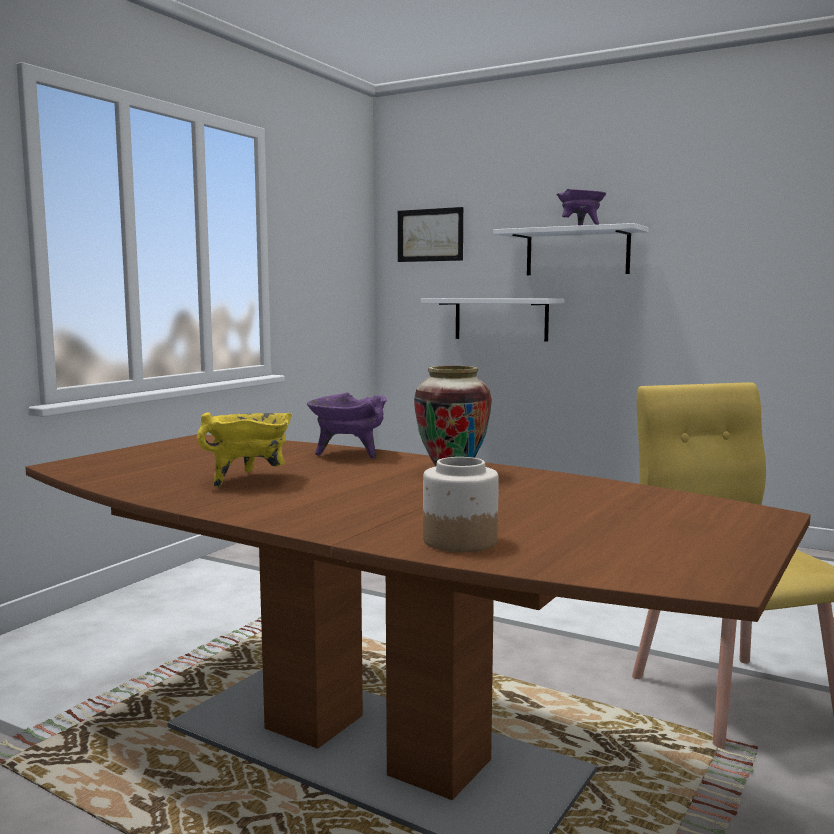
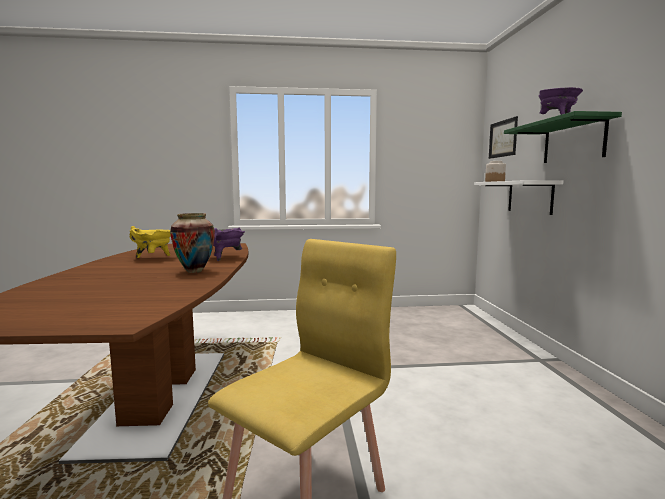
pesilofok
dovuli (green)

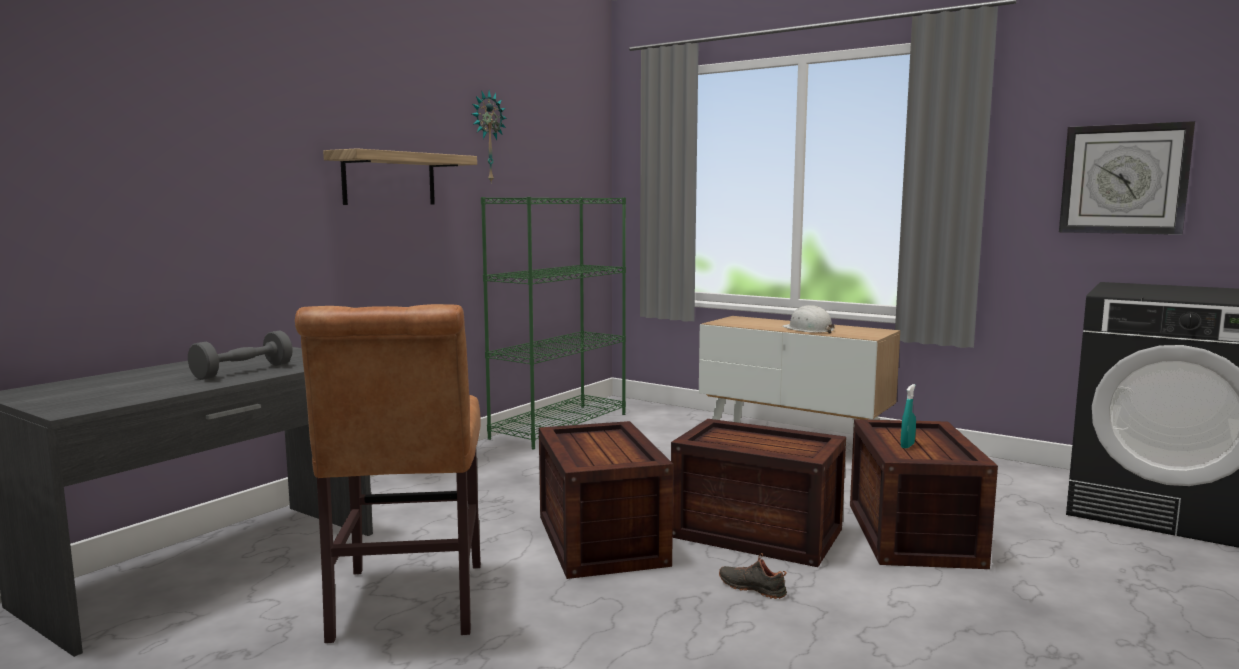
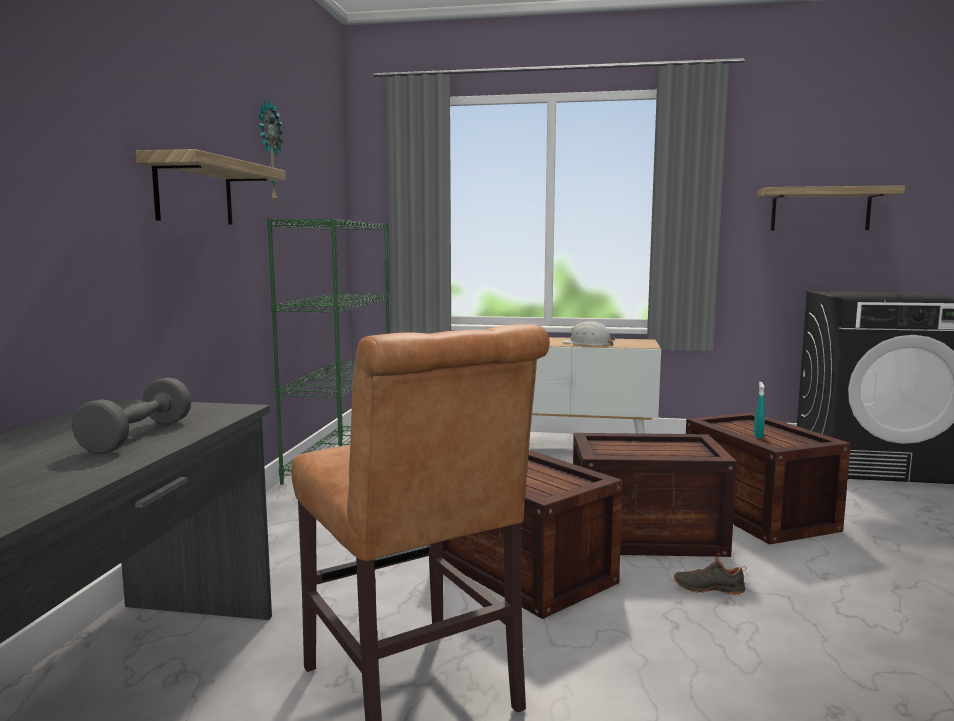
dovuli (2nd from left)

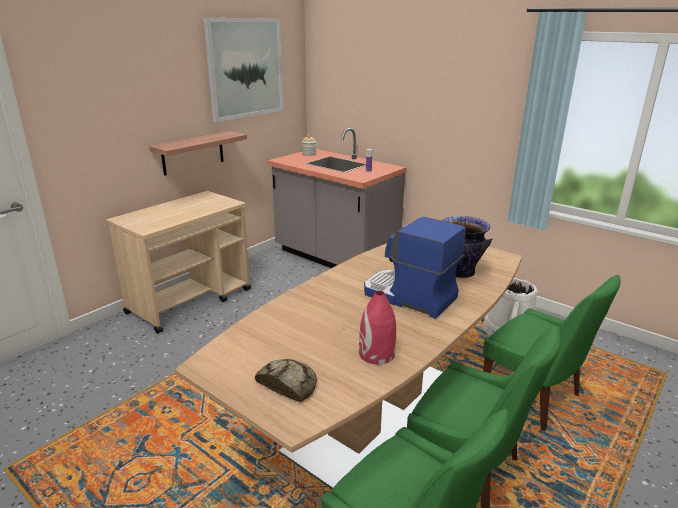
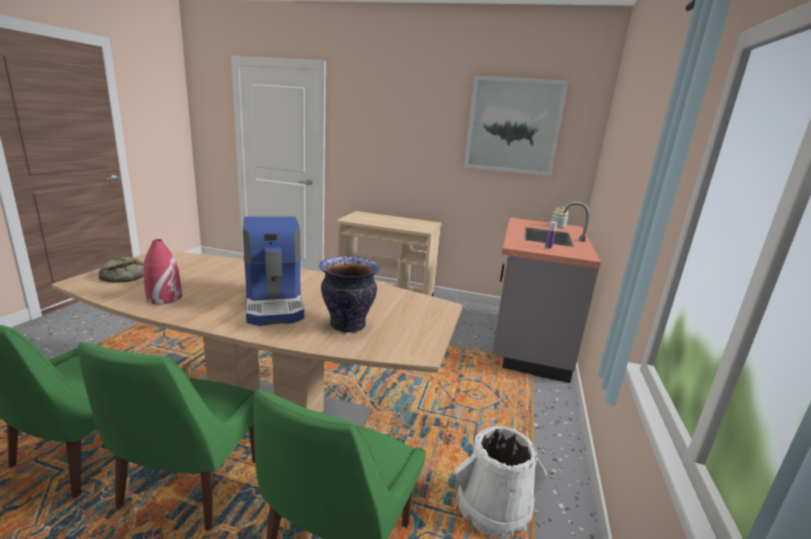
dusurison
dovuli

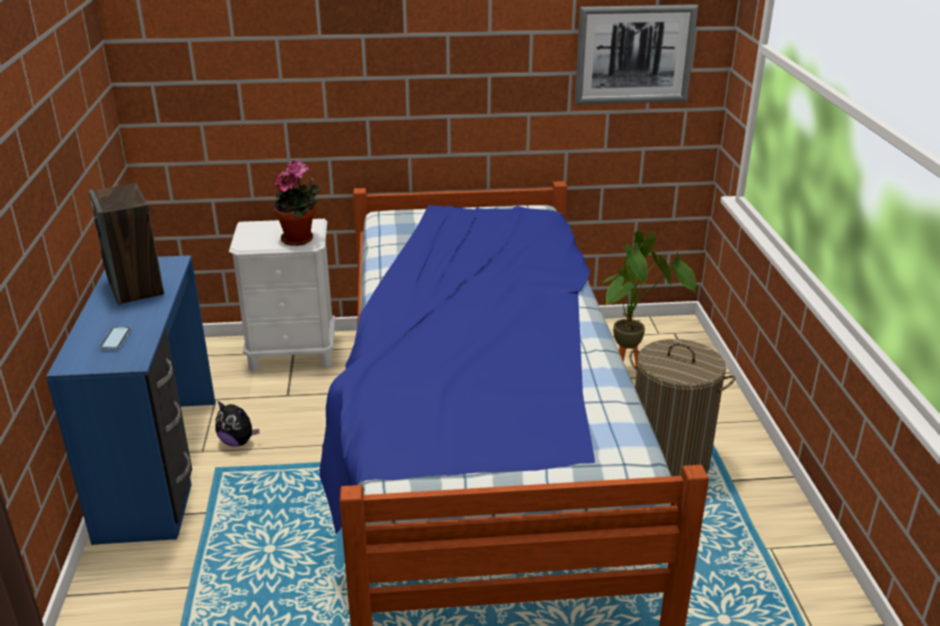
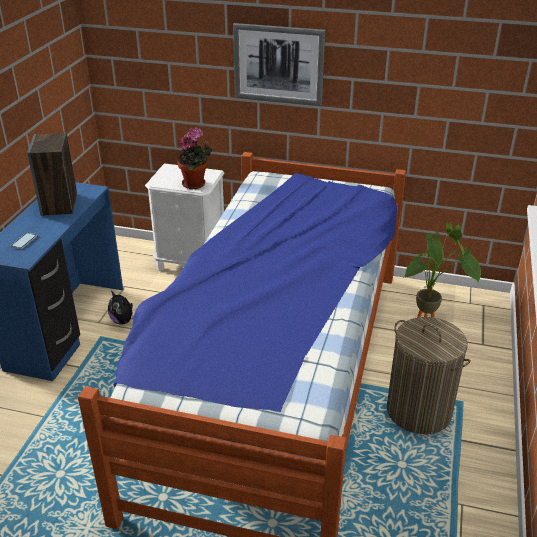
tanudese

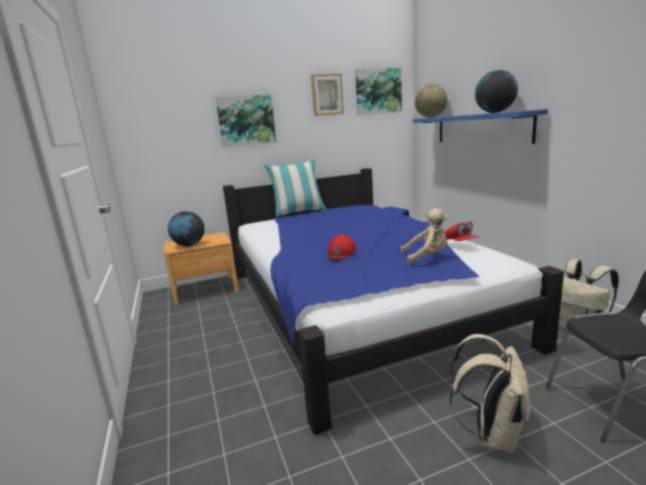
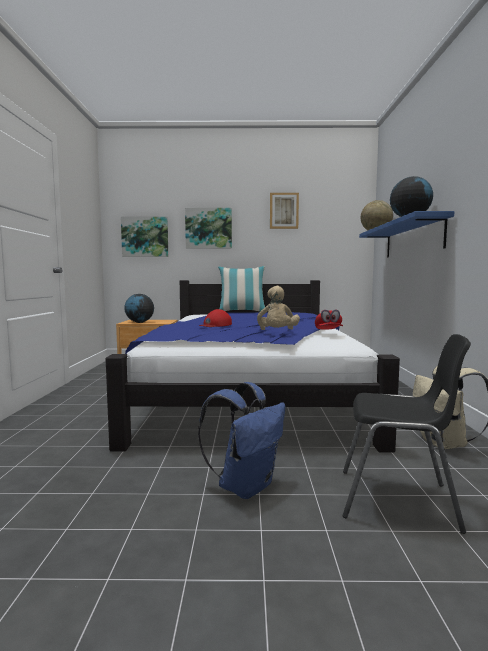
tanudese (1st from left)
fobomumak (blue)
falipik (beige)

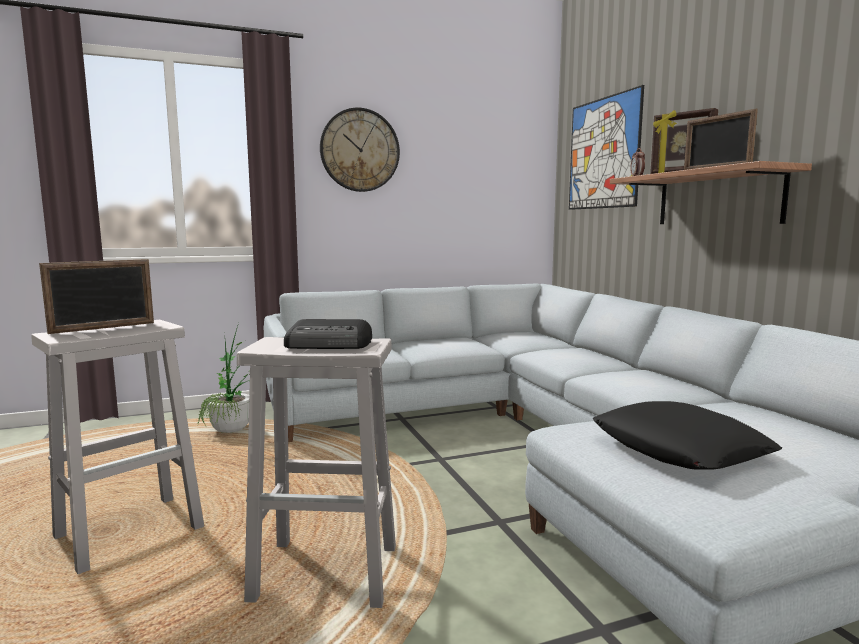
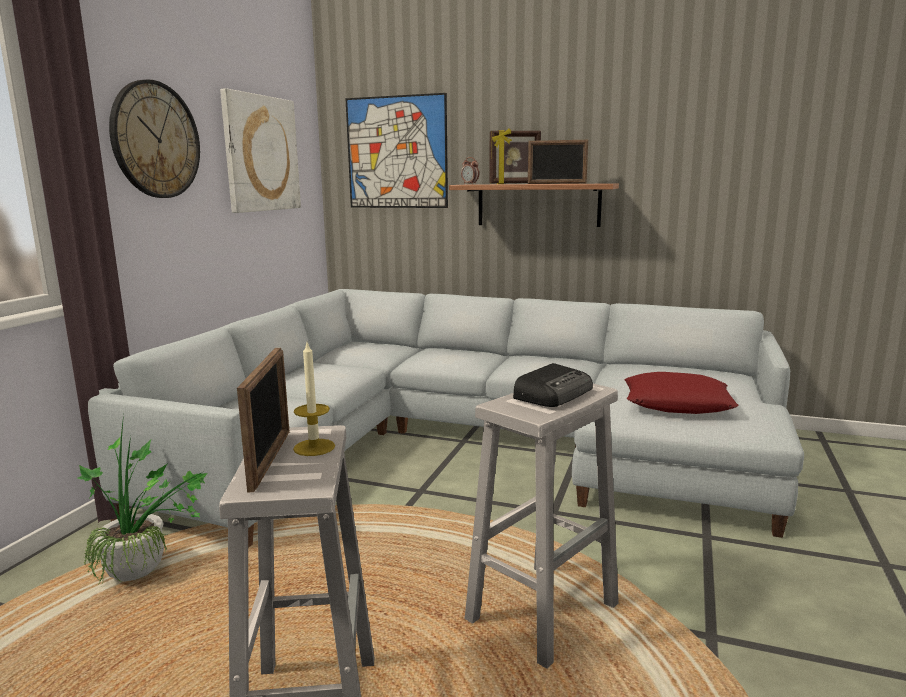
tanudese (1st from left)
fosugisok
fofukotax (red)

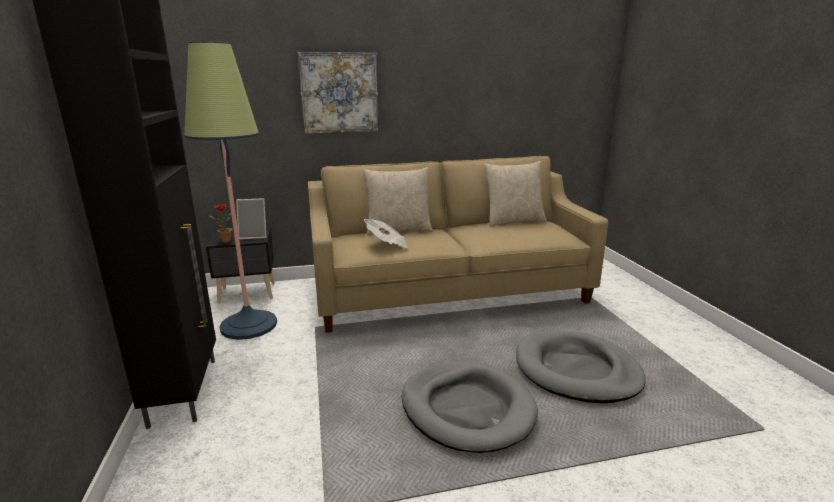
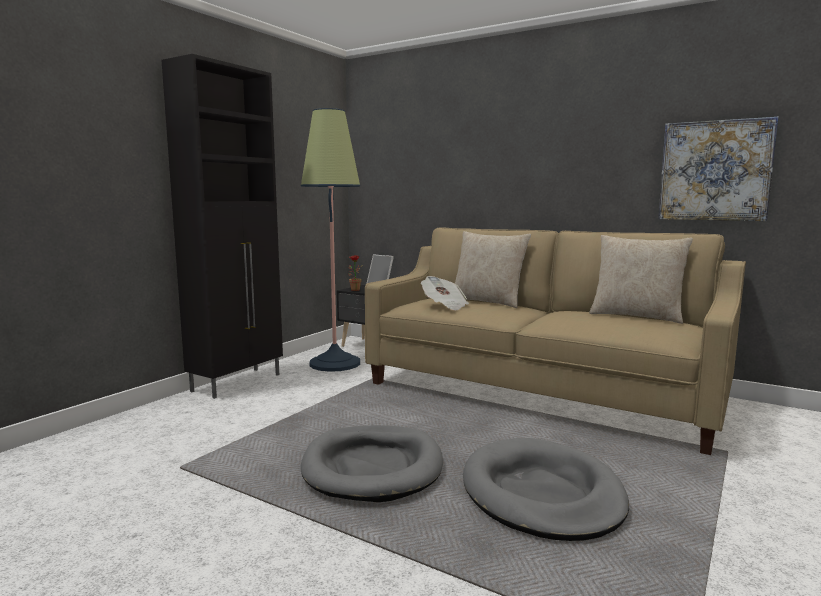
tanudese

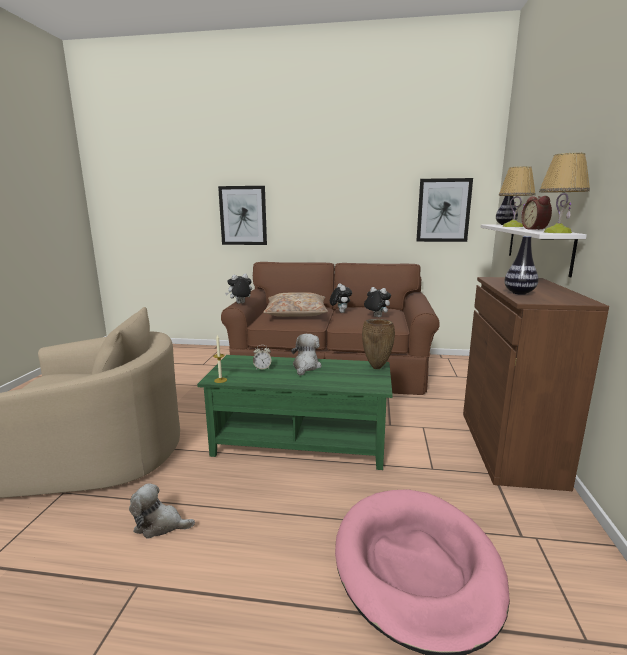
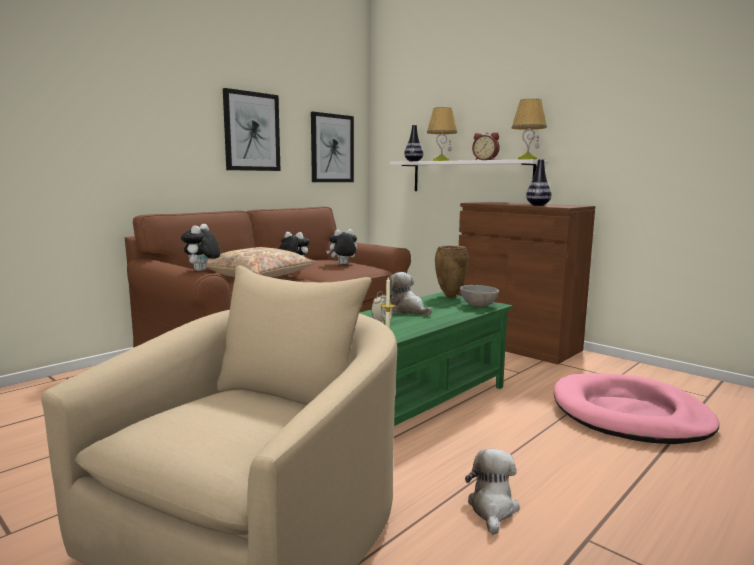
tanudese (1st from left)
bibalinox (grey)
falipik (5th from left)

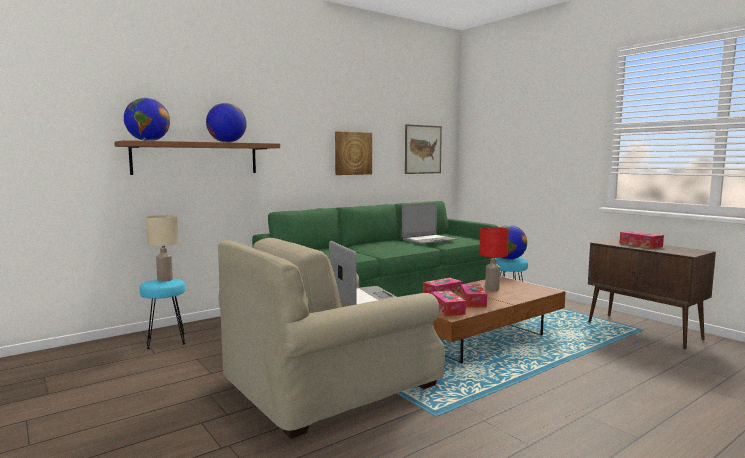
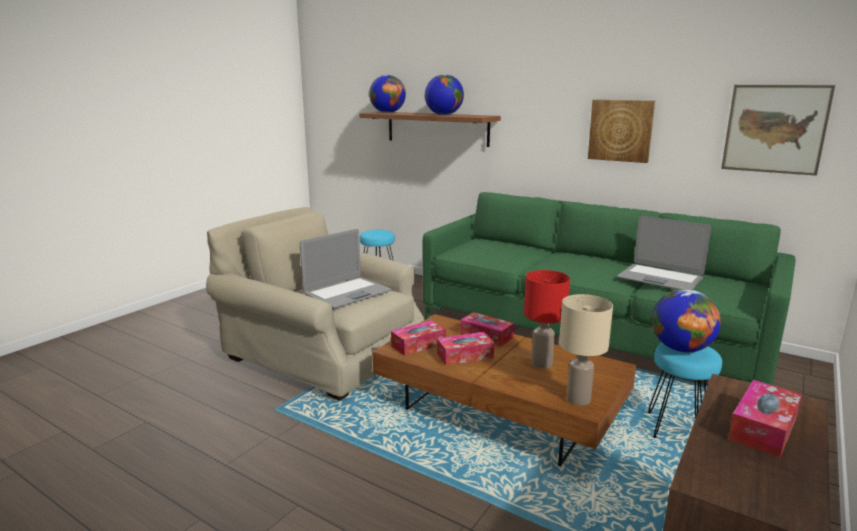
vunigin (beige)

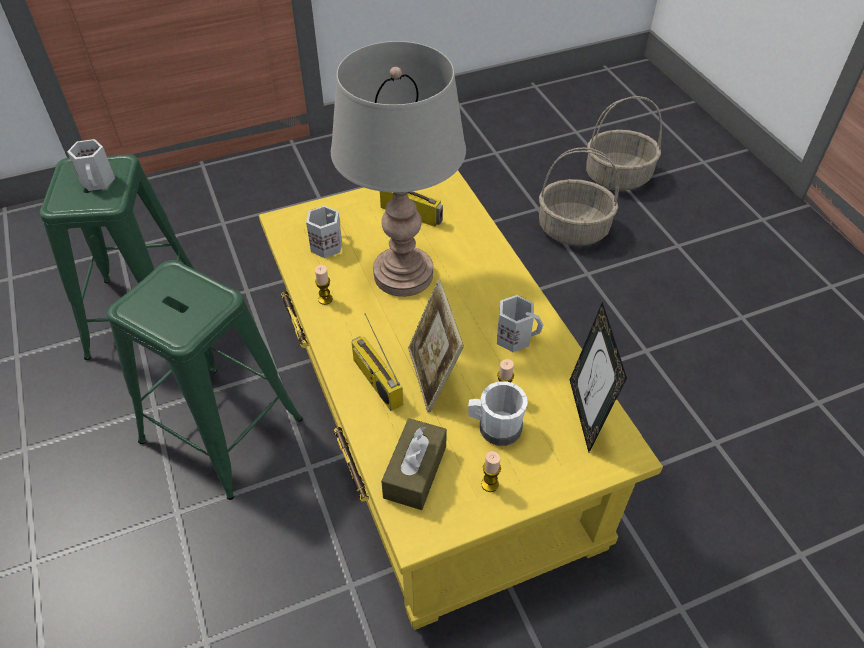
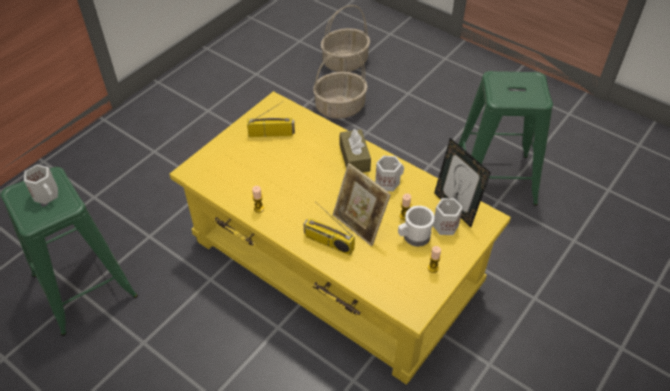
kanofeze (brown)
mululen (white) (4th from left)
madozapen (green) (2nd from left)
vunigin (grey)

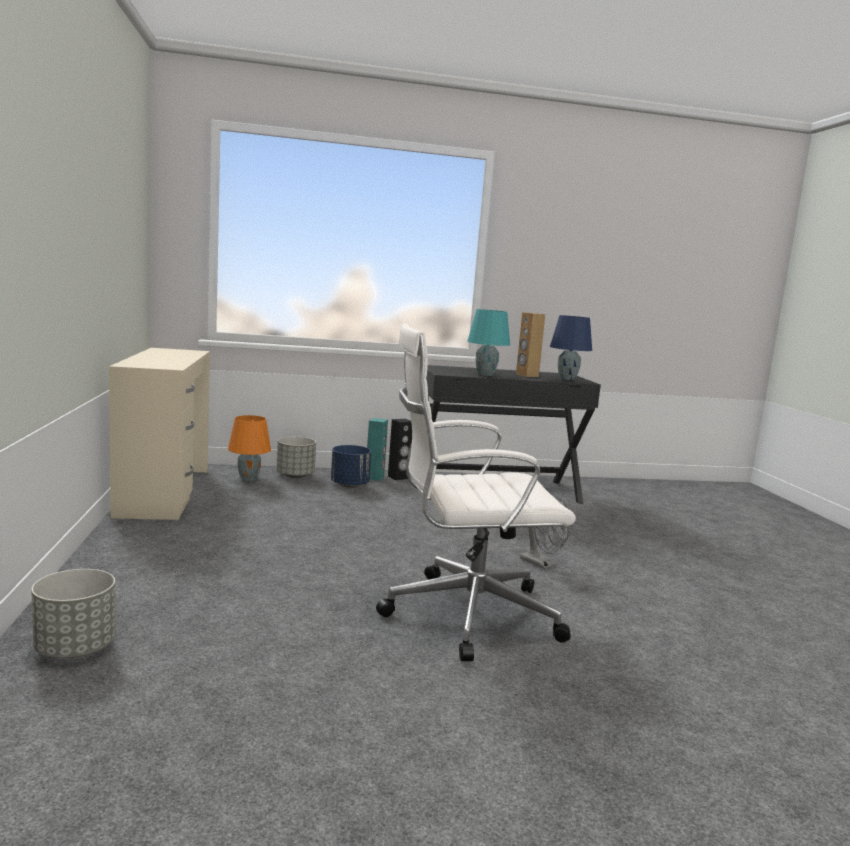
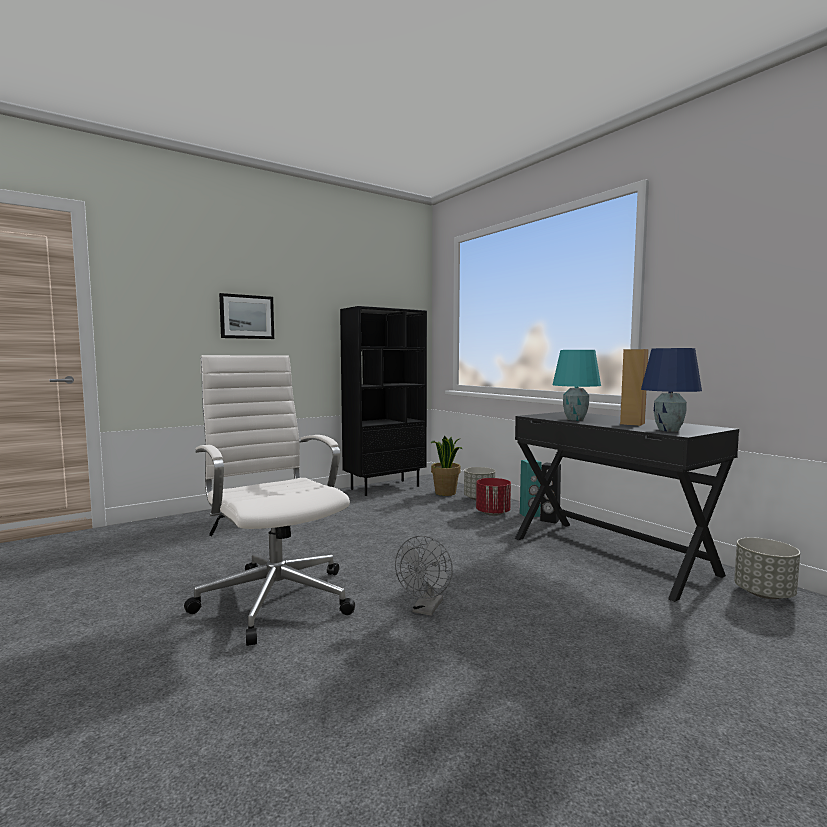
tanudese
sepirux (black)
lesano
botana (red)
botana (grey) (2nd from left)

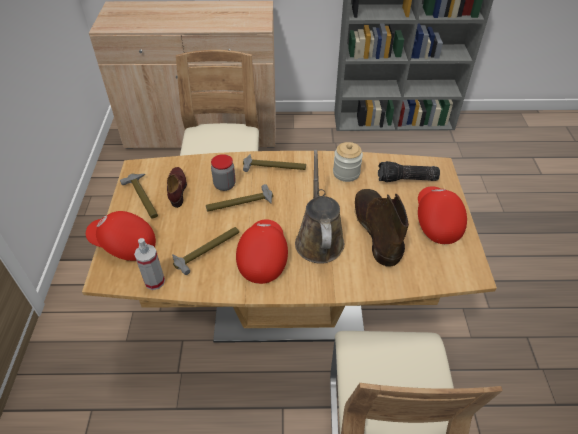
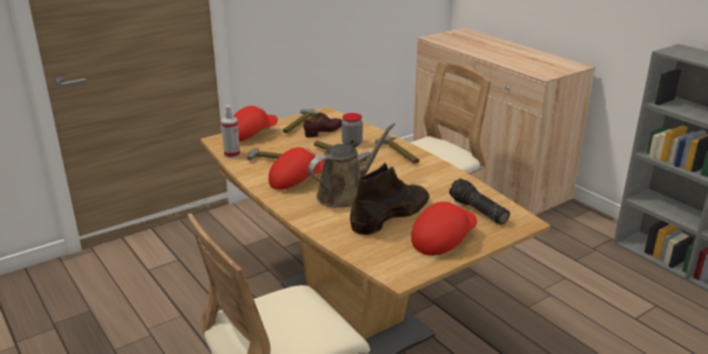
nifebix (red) (1st from left)
pesilofok (2nd from left in the first image)

